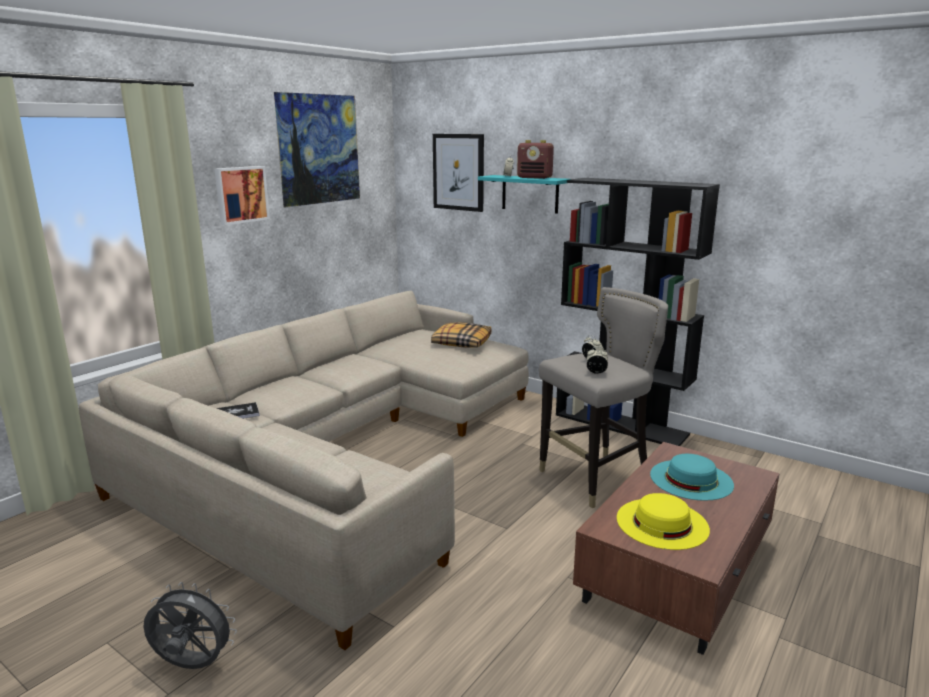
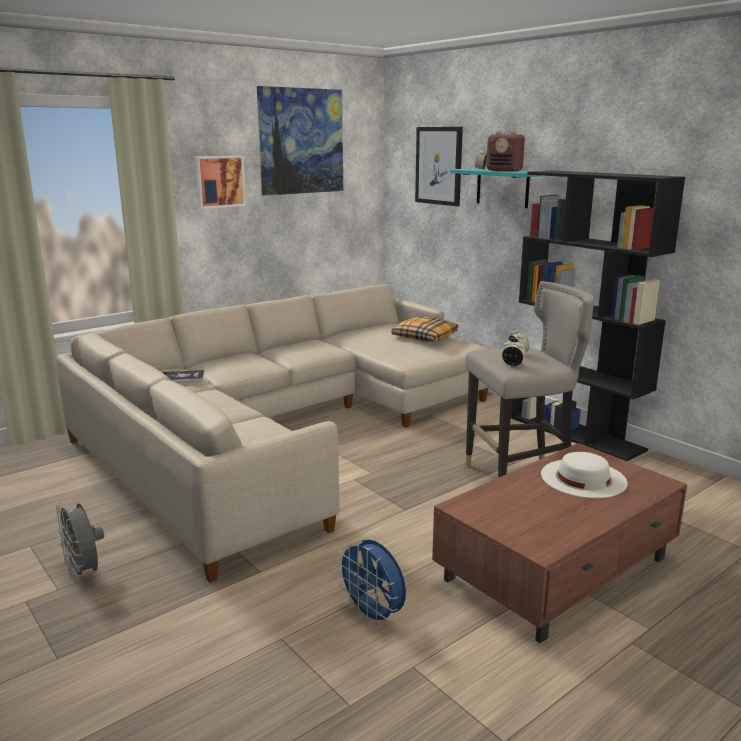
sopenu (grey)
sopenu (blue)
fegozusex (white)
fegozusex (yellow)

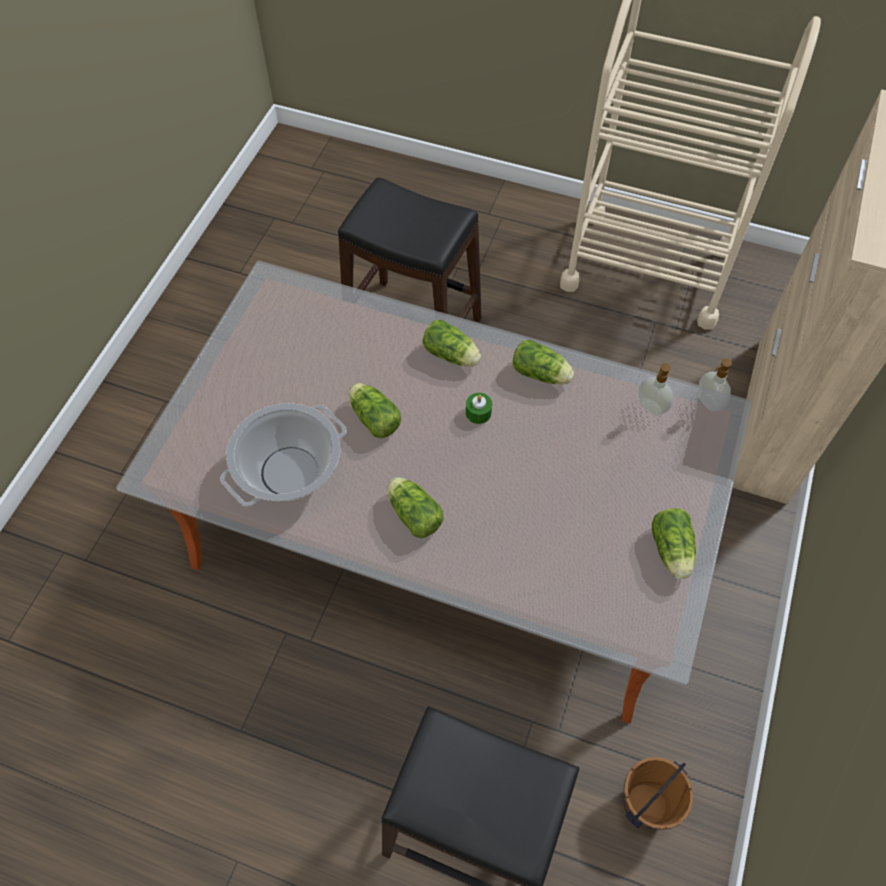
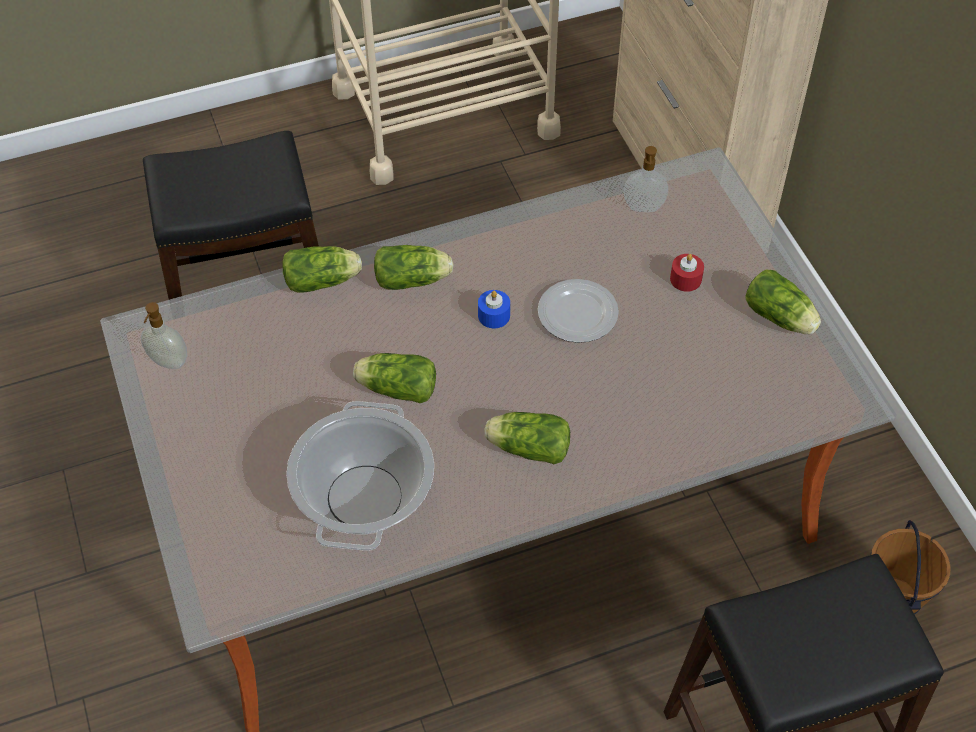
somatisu (1st from left)
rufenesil (1st from left)
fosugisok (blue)
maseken
fosugisok (red)

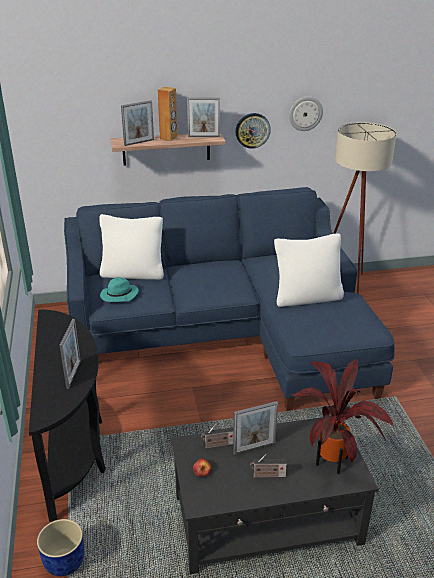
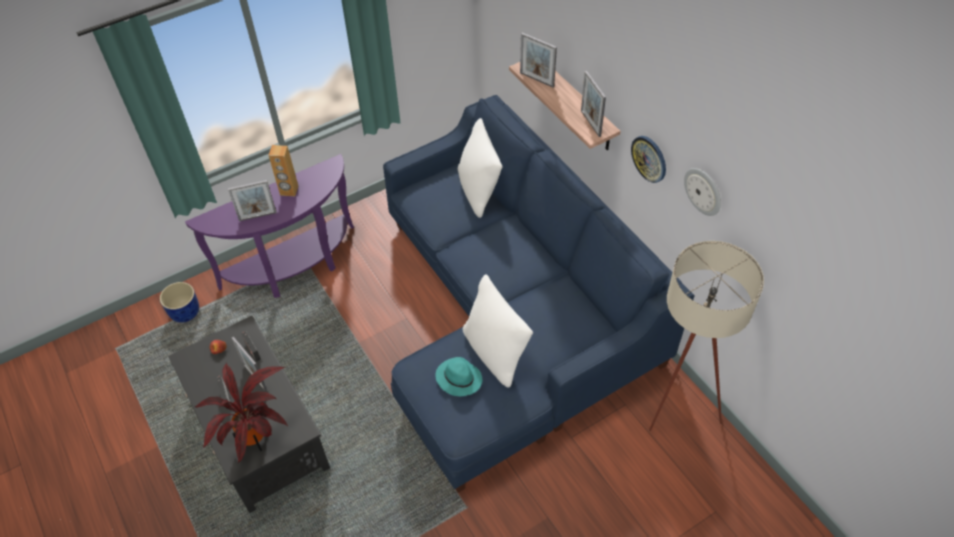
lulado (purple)
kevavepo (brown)
fegozusex (turquoise)

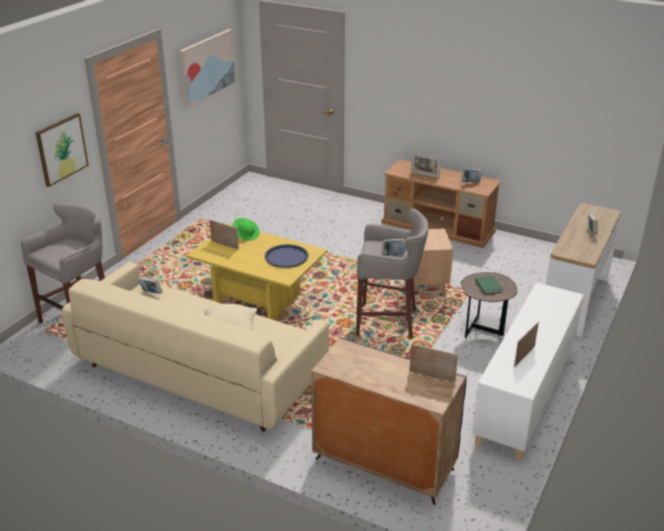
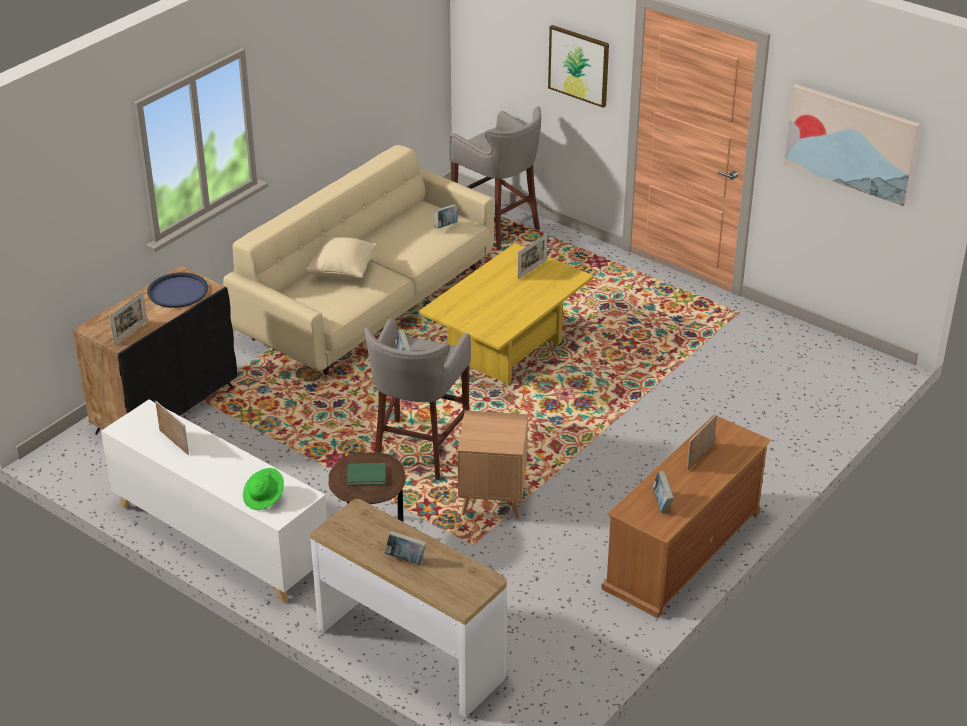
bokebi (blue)
fegozusex (green)

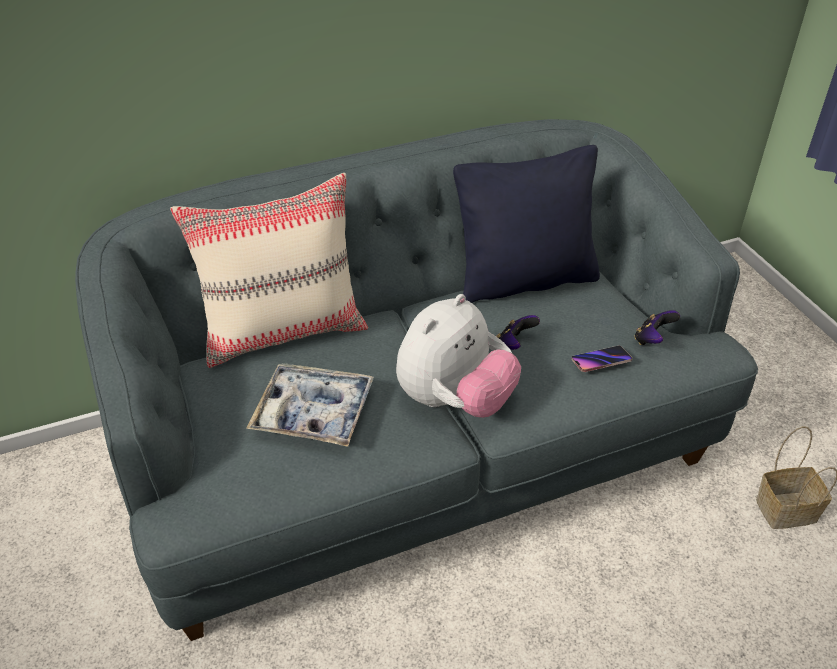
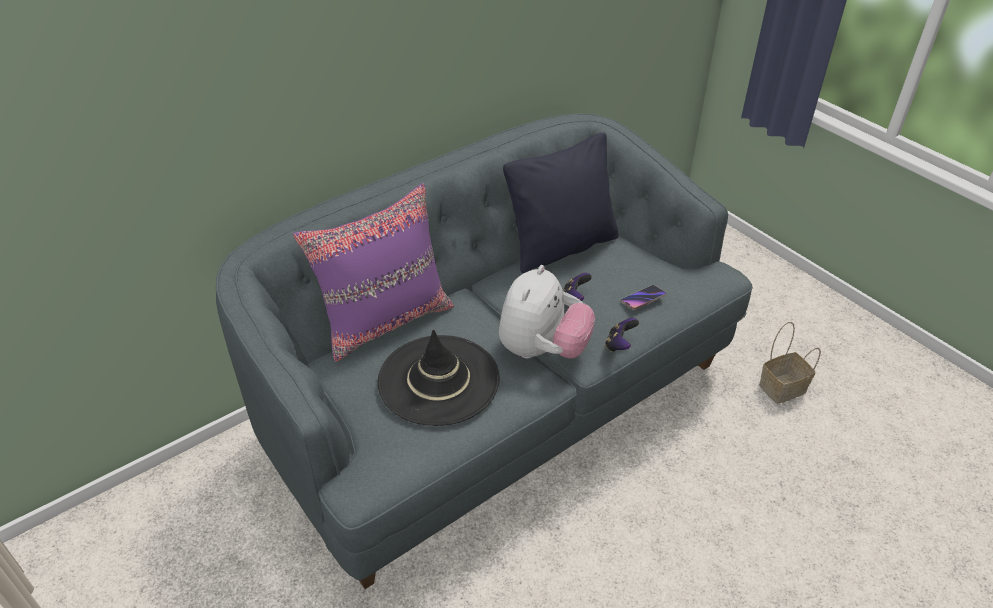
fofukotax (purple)
fegozusex (black)
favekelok (2nd from left)

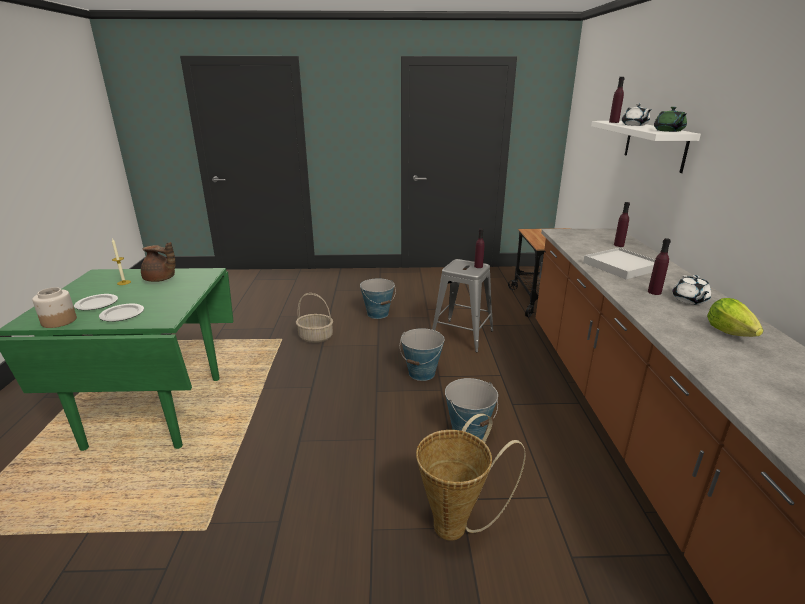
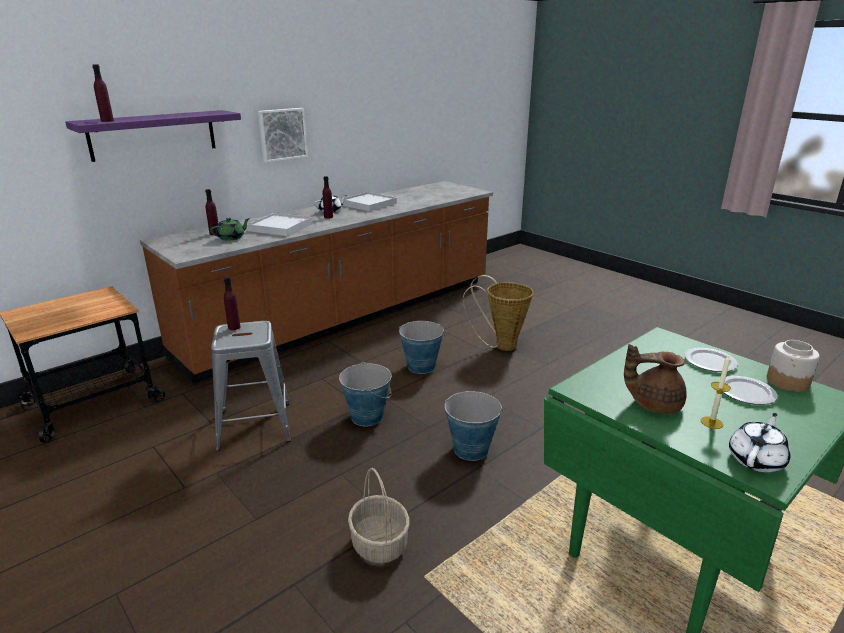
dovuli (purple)
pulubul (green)
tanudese
bokebi (white) (2nd from left)
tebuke (3rd from left)
pulubul (brown)
pulubul (white) (2nd from left)

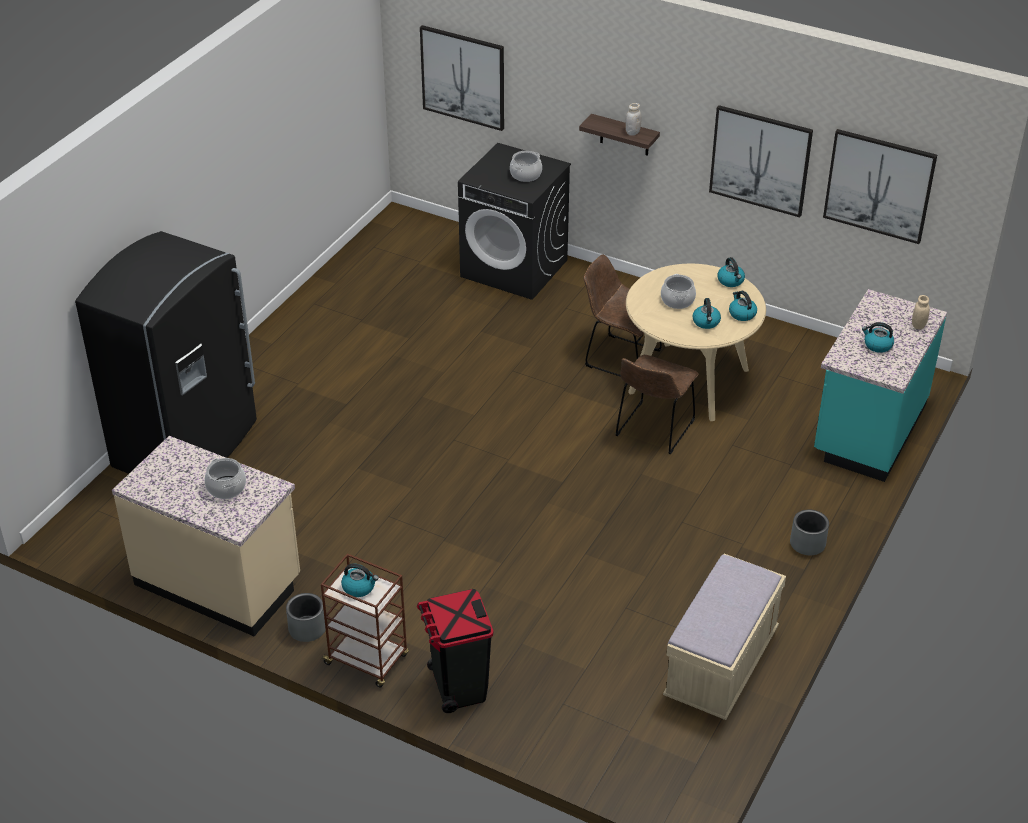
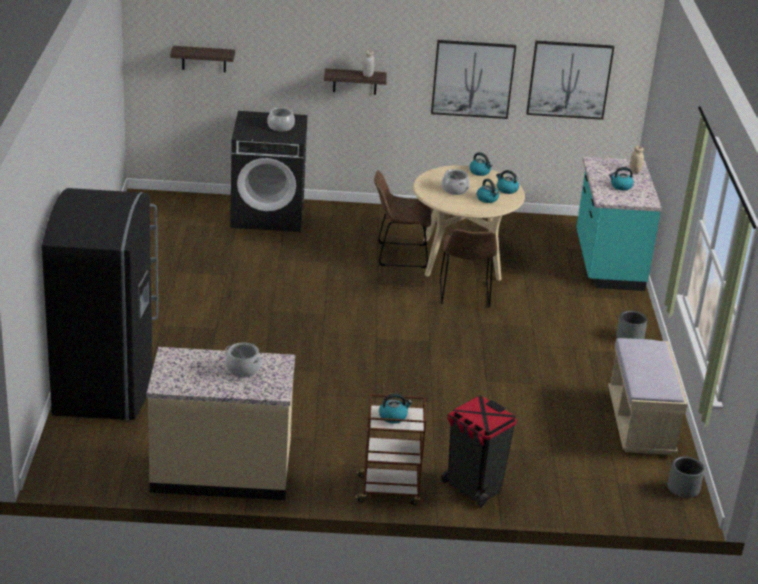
dovuli (1st from left)
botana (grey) (2nd from left)

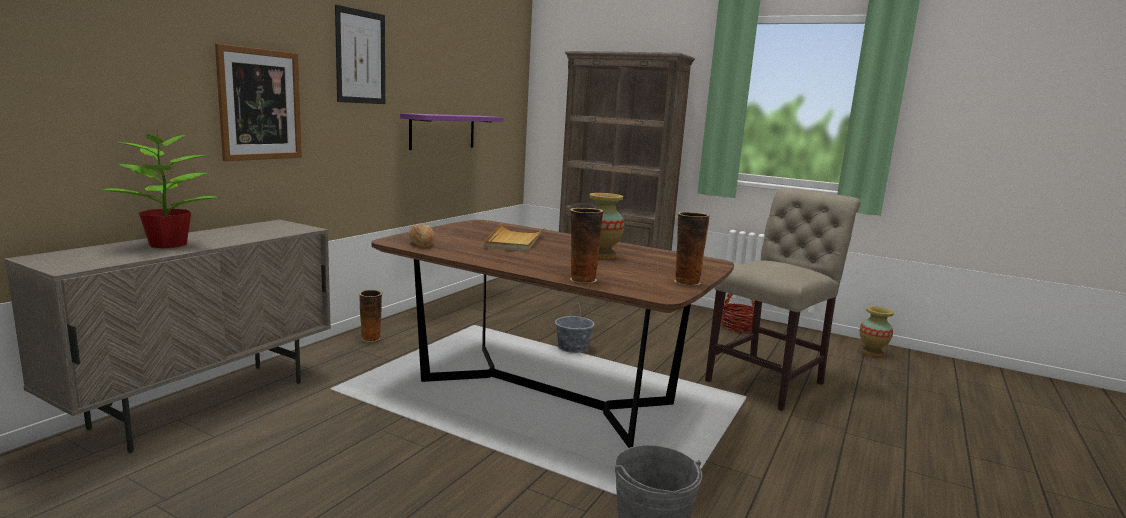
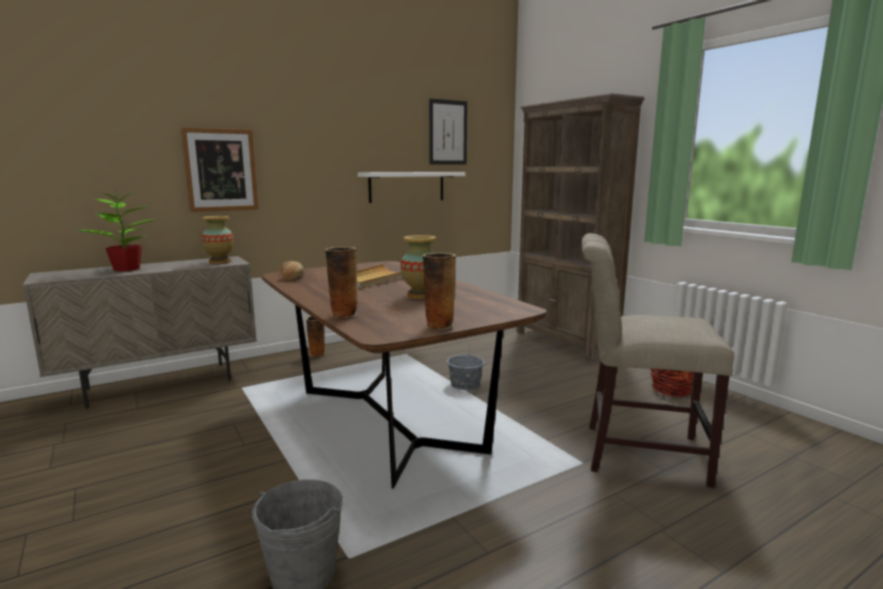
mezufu (1st from left)
dovuli (white)
tanudese (2nd from left)
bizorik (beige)

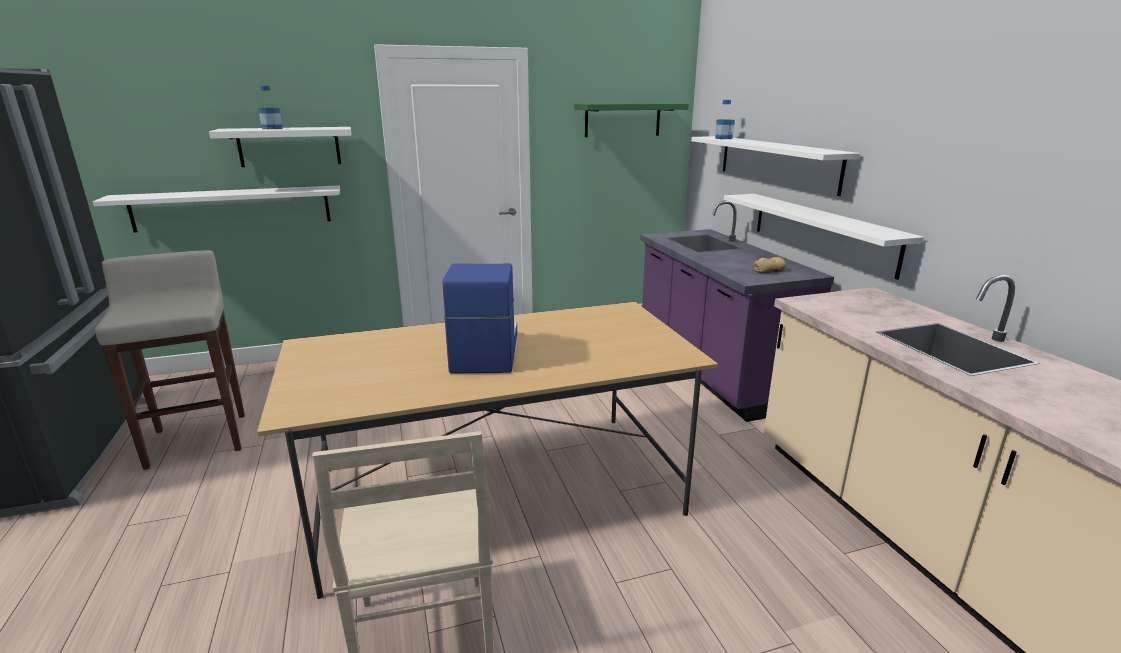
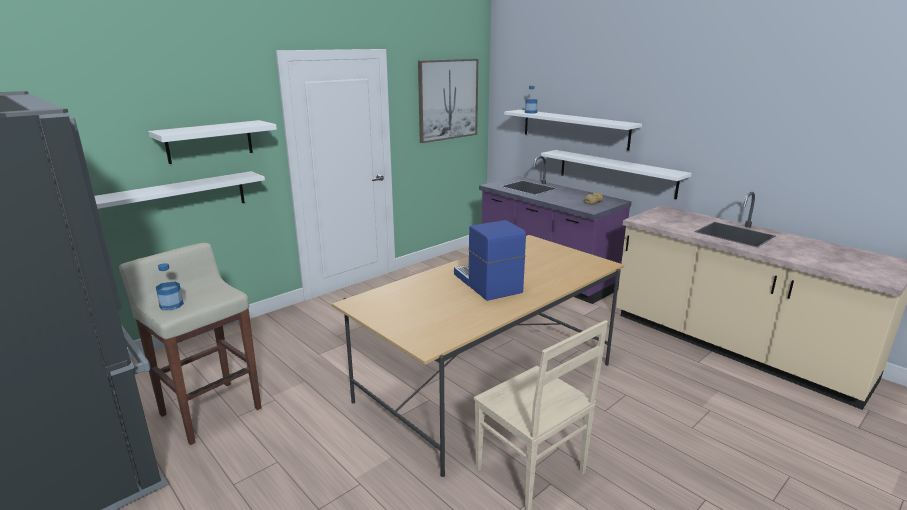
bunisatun (1st from left)
tanudese

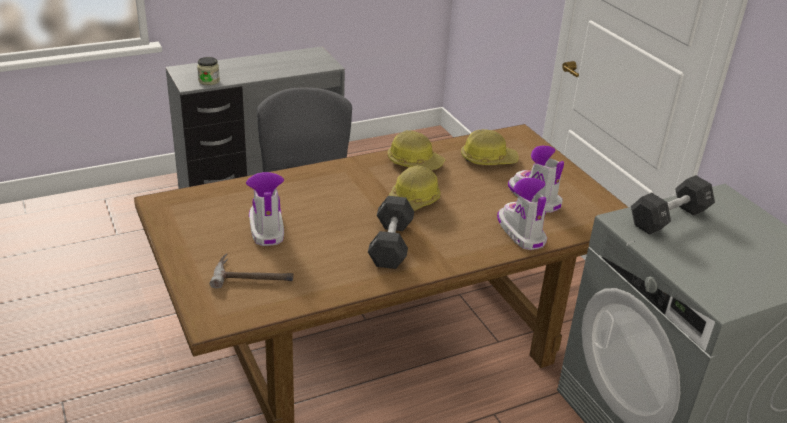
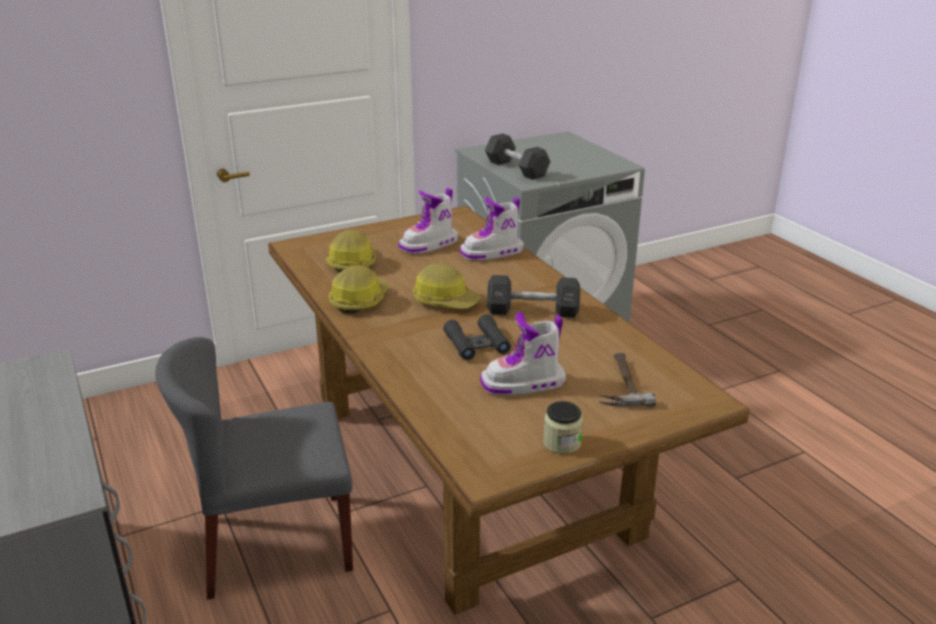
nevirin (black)
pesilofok

